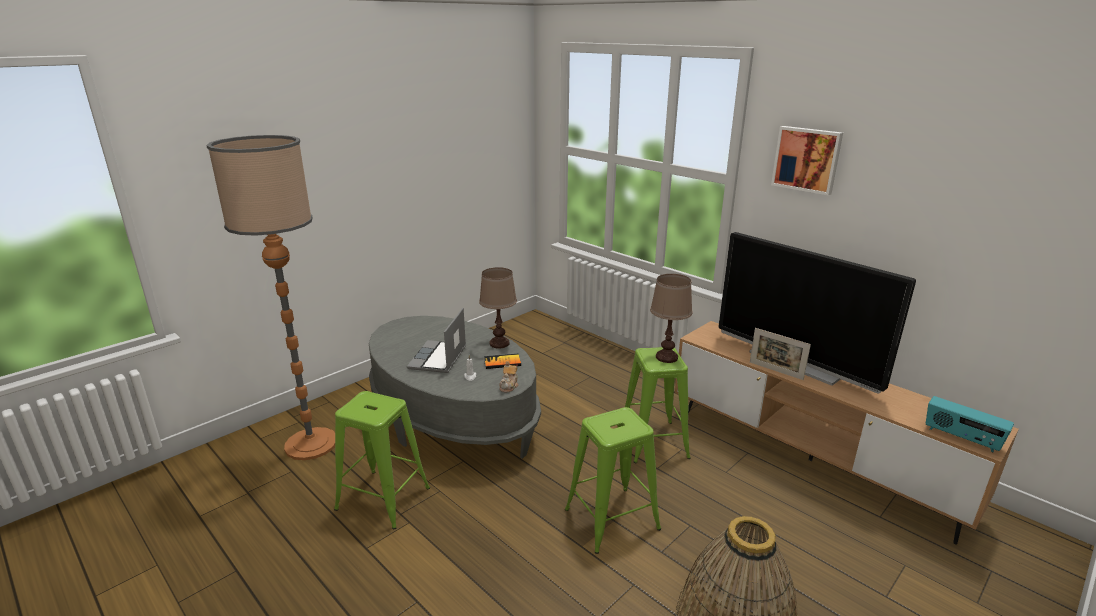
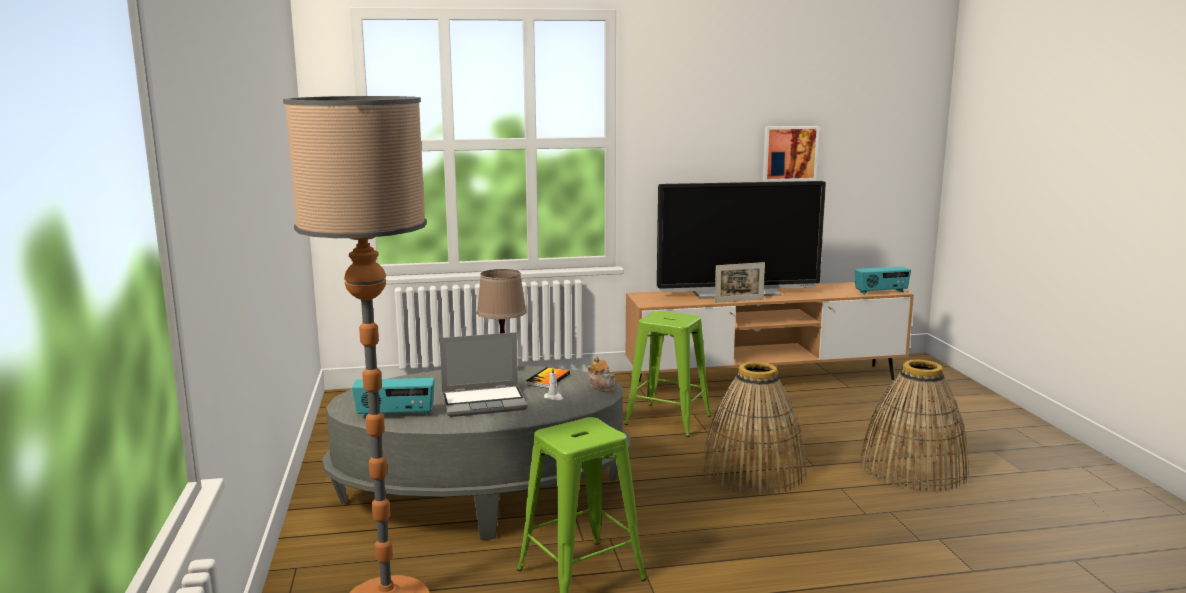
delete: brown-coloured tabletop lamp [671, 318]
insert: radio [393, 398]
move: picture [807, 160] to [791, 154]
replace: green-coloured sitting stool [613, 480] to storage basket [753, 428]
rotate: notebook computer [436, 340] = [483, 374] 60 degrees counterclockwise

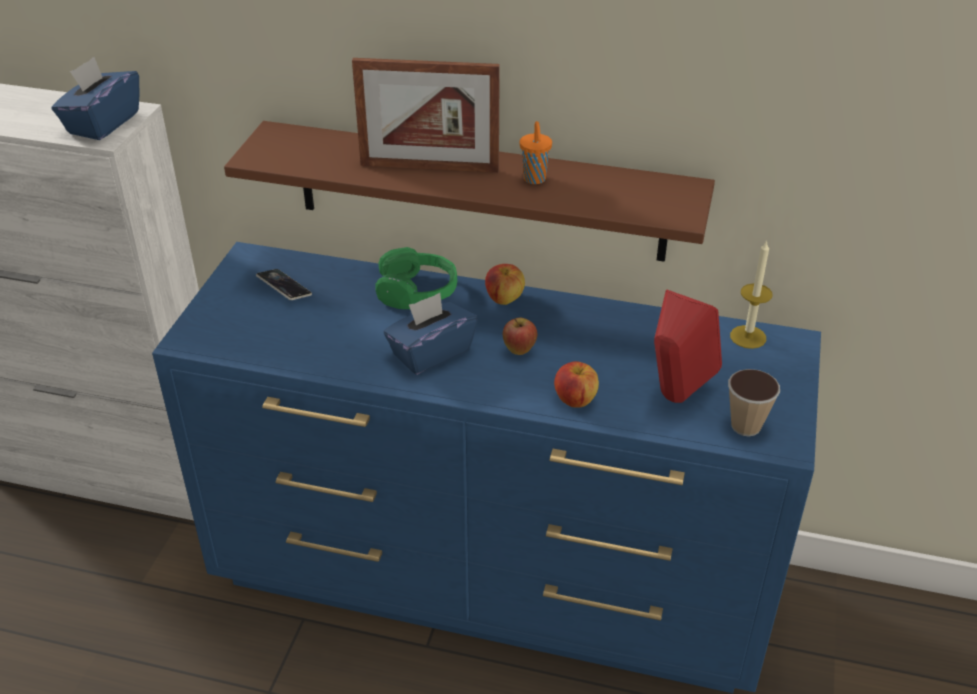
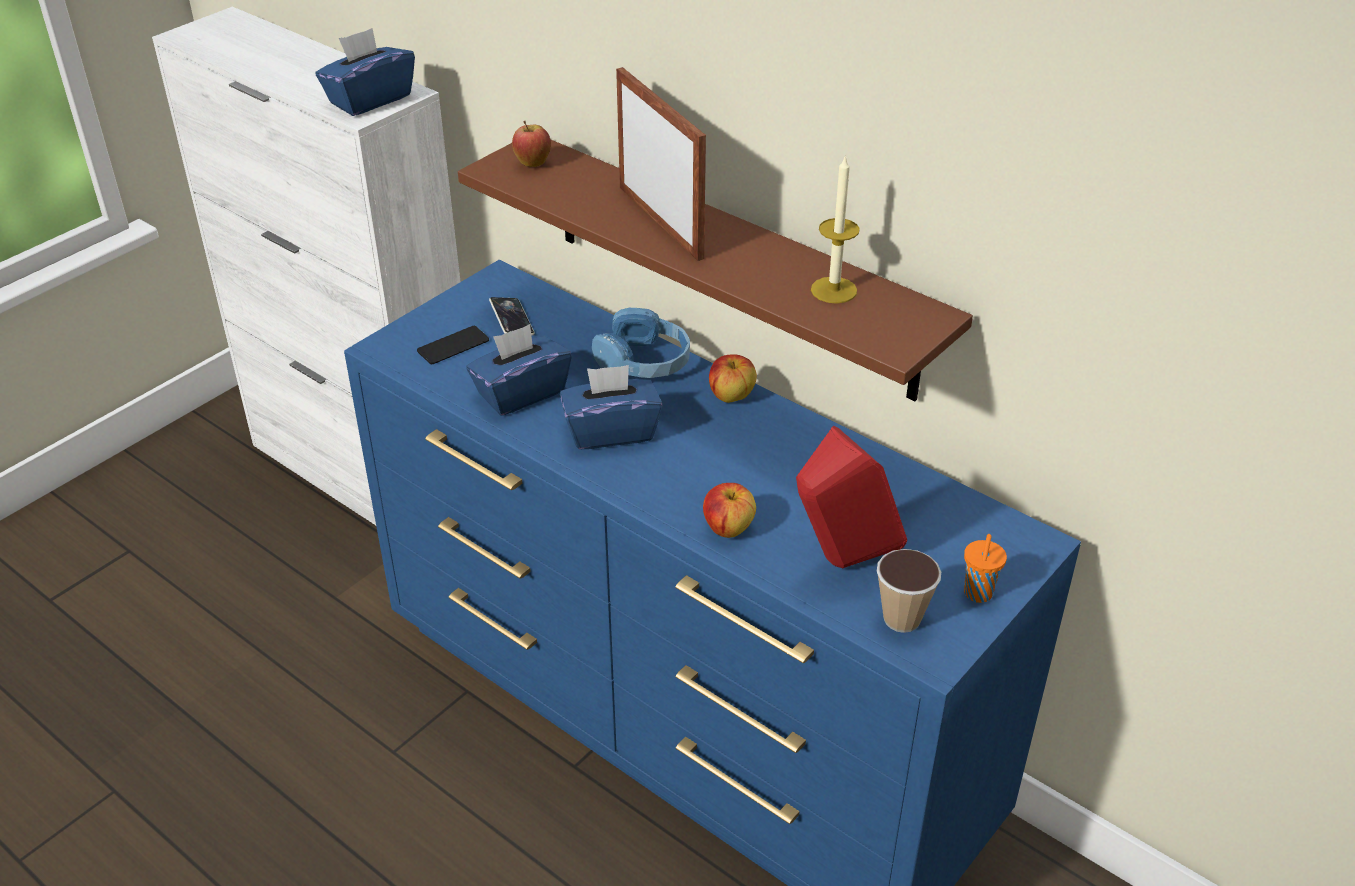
insert: phone [453, 345]; blue tissue holder [519, 370]
move: apple [520, 336] to [531, 144]; wax light [751, 294] to [835, 229]; orange drinking cup [536, 152] to [985, 568]
recolor: green-coloured headset [416, 278] to blue headset [641, 343]
rotate: photo frame [426, 115] = [661, 164] 150 degrees counterclockwise

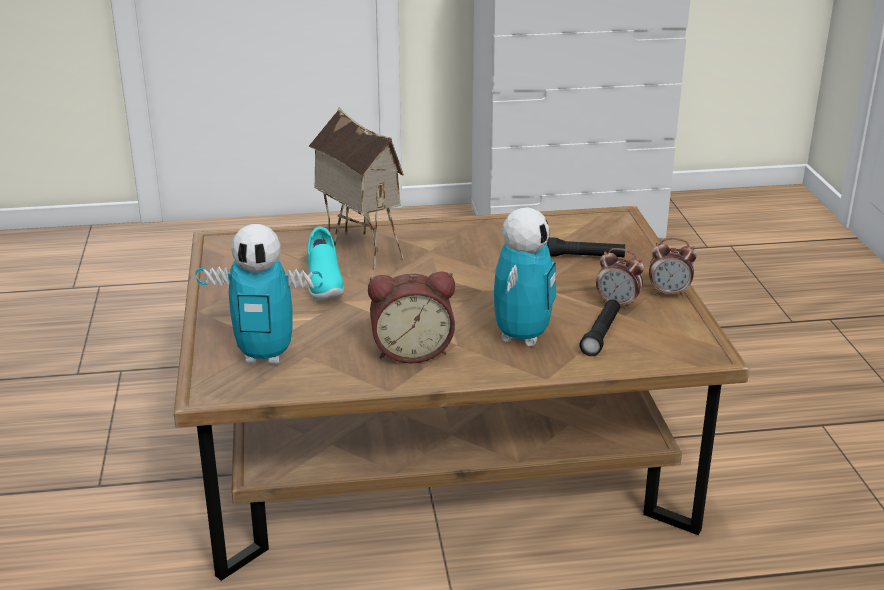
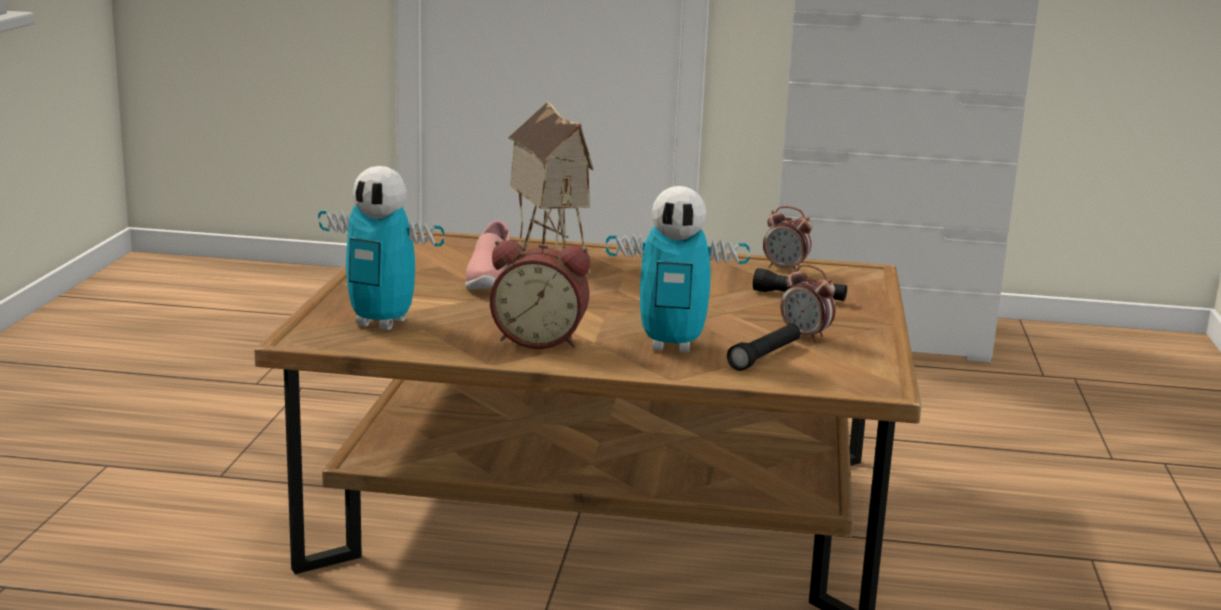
move: table clock [673, 267] to [787, 238]
recolor: turquoise-coloured low shoe [325, 263] to pink-coloured low shoe [487, 255]
rotate: model robot [525, 276] = [678, 269] 60 degrees clockwise

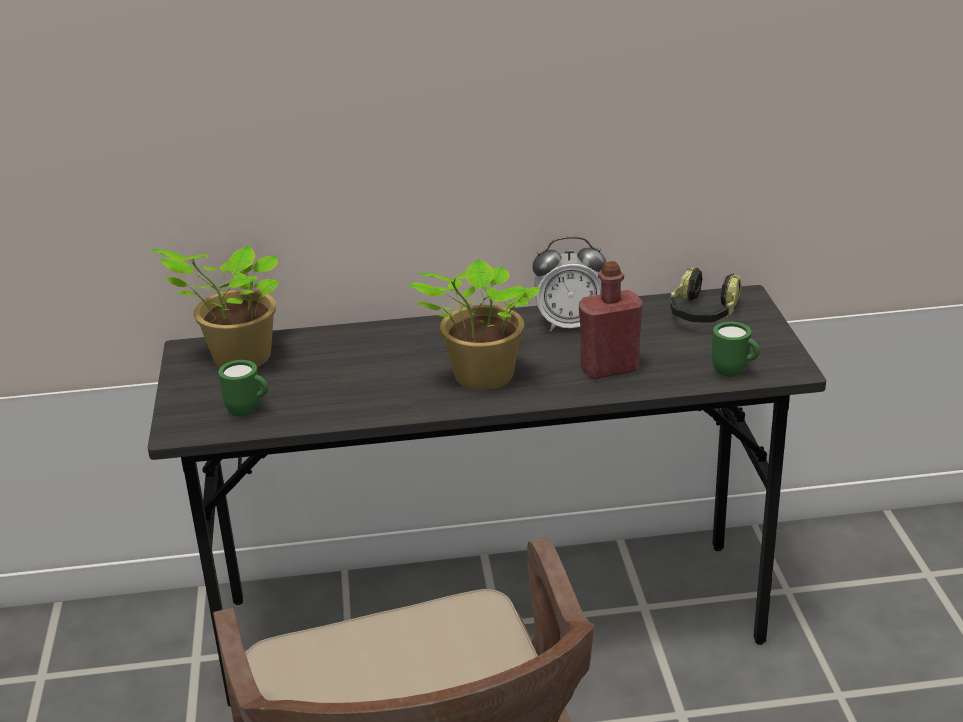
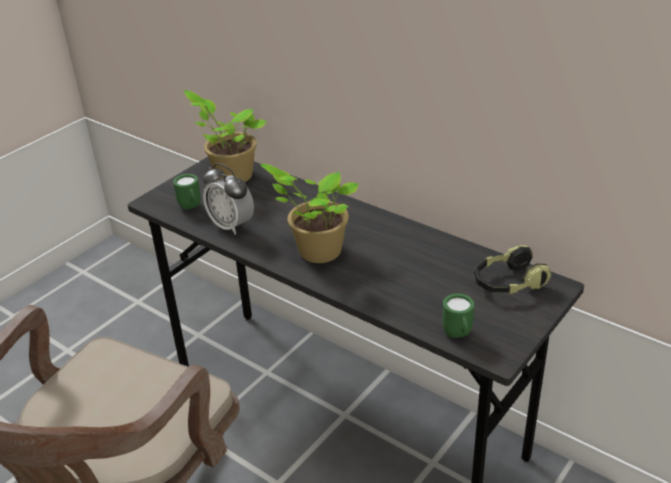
delete: red beverage bottle [610, 320]
move: table clock [569, 284] to [228, 199]

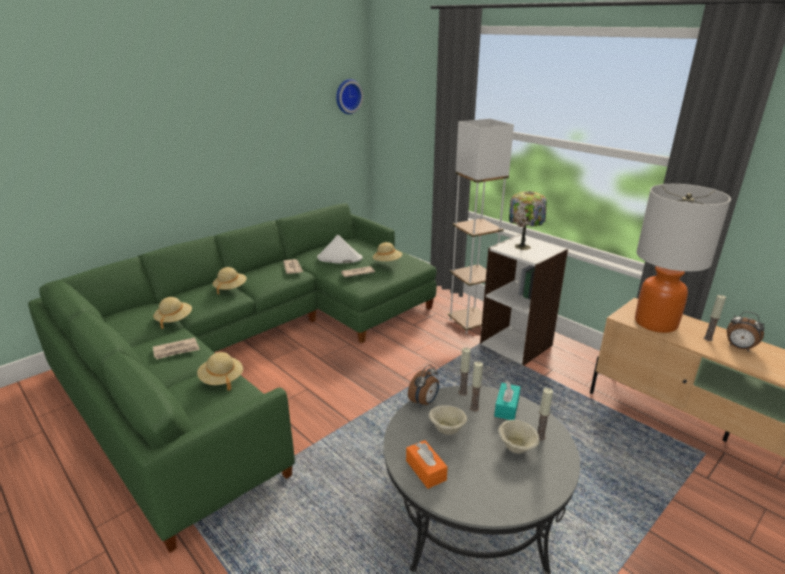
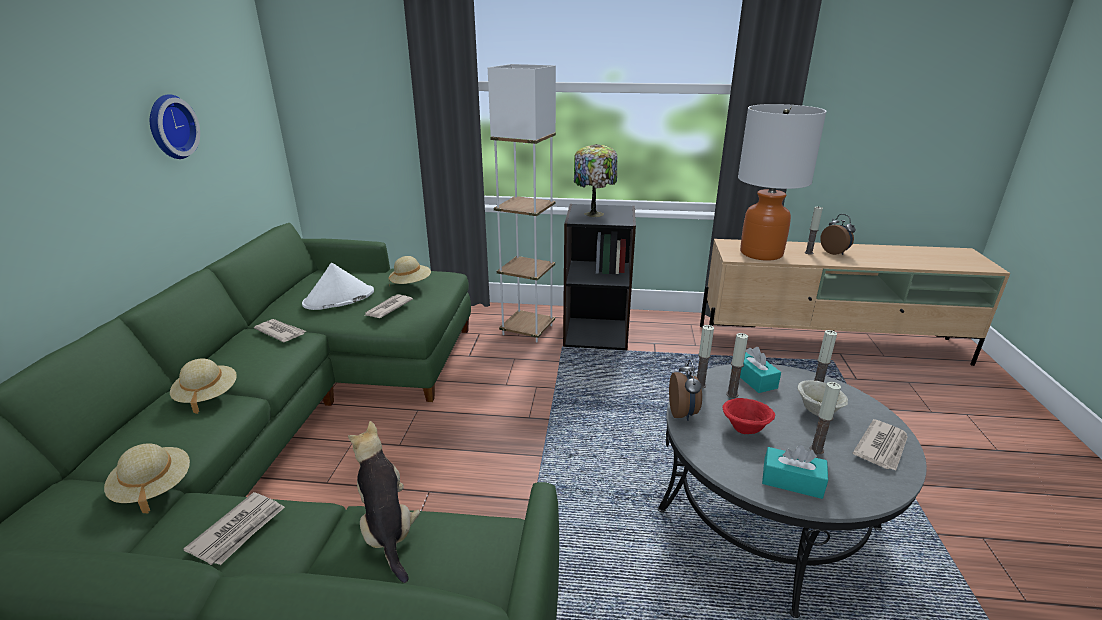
insert: wax light [825, 418]; newspaper [880, 445]
move: clock on the wall [349, 96] to [175, 126]
replace: sand-coloured hat [220, 371] to cuddly toy [384, 502]
recolor: white shelving unit [524, 299] to black shelving unit [599, 277]; sand-coloured bowl [448, 420] to red bowl [748, 416]; orange tissue holder [427, 464] to turquoise-coloured tissue holder [795, 472]
rotate: table clock [745, 331] = [838, 234] 120 degrees counterclockwise

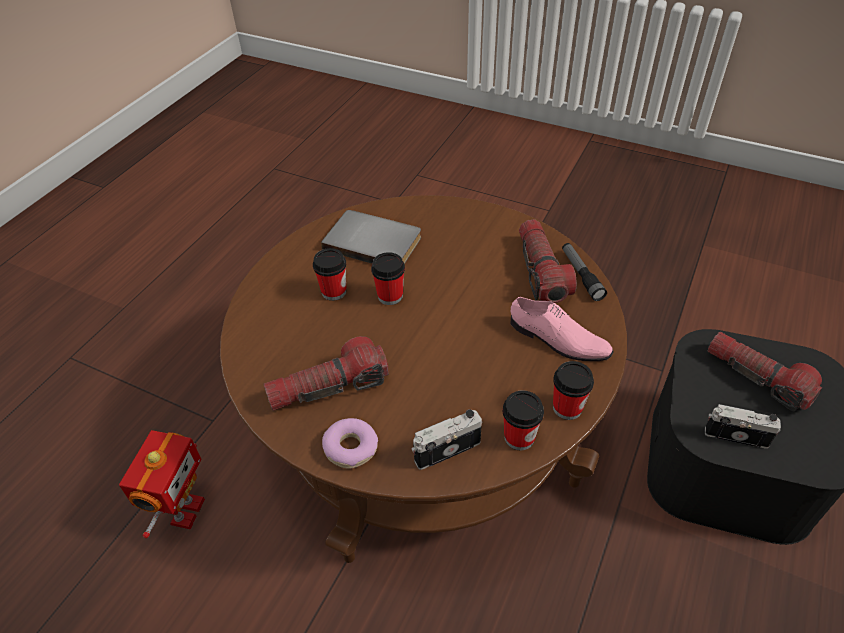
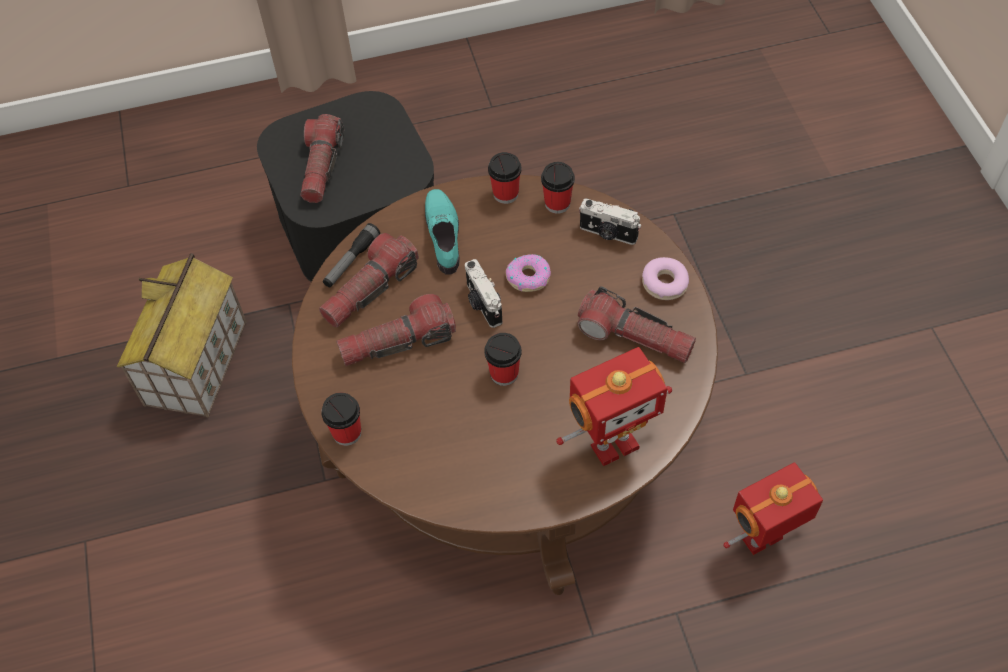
delete: gray volume [371, 237]
insert: miniature house [182, 335]; flashlight [396, 330]; doughnut [528, 273]; model robot [614, 406]
move: drinking cup [329, 274] to [341, 419]; photo camera [743, 426] to [483, 293]
recolor: pink-coloured low shoe [562, 329] to turquoise-coloured low shoe [442, 232]

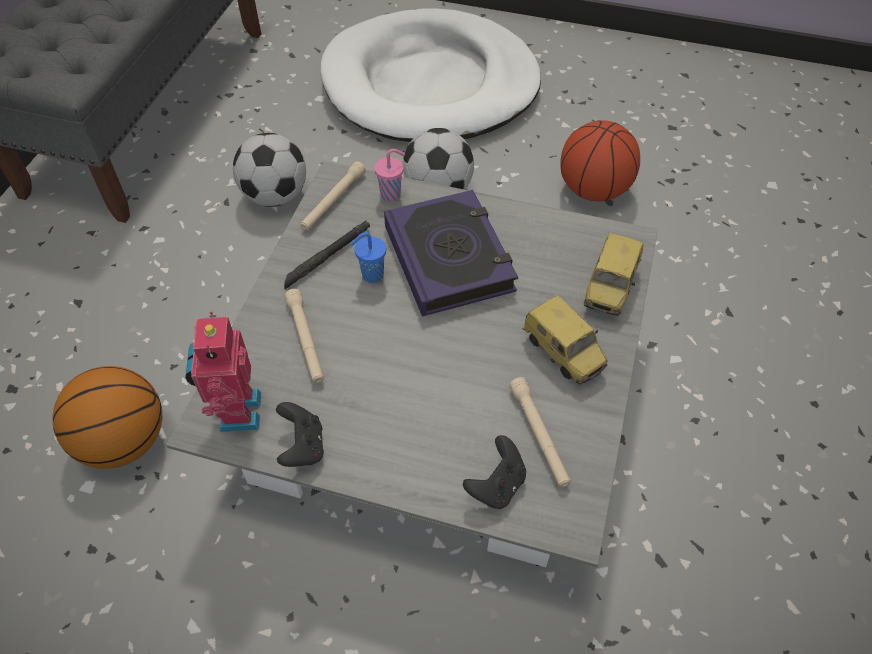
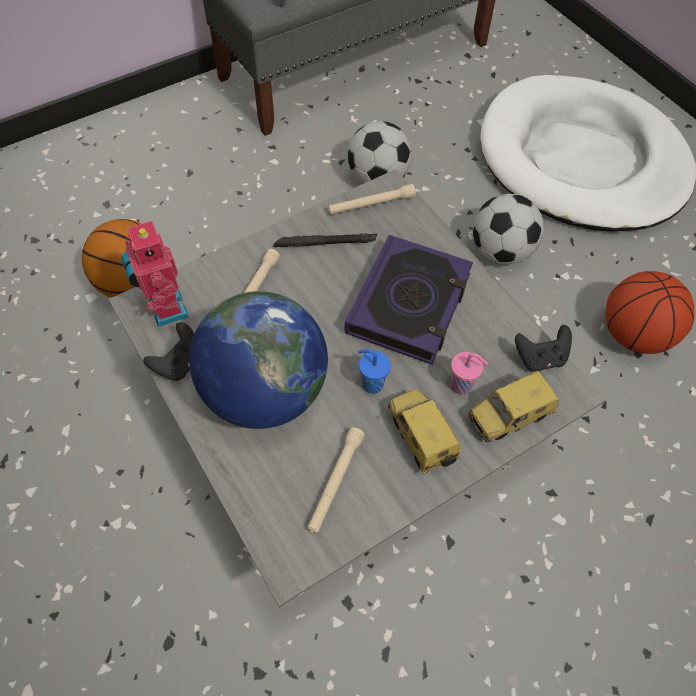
insert: world globe [258, 360]
move: blue drinking cup [368, 257] to [374, 371]; pink-coloured drinking cup [389, 175] to [469, 373]; black game controller [494, 472] to [543, 348]
rotate: model robot [223, 371] = [155, 273] 60 degrees counterclockwise; toy car [564, 339] = [424, 431] 150 degrees clockwise

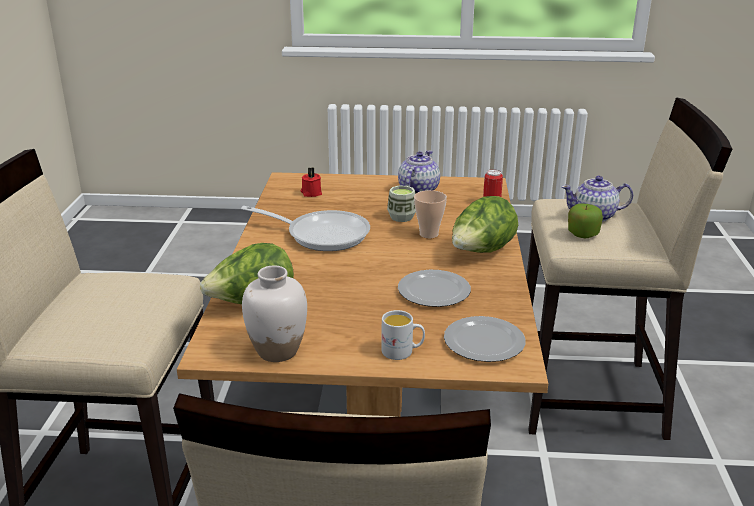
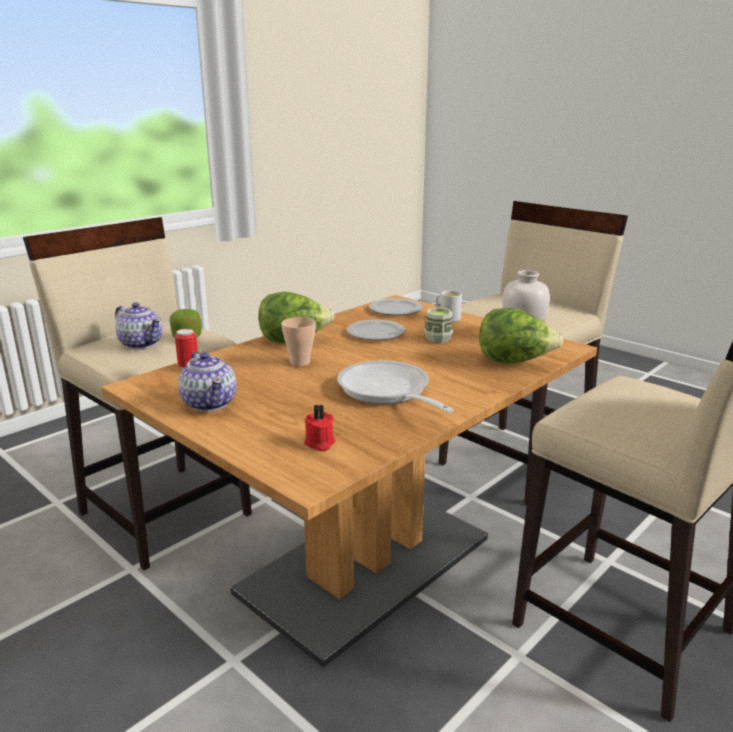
move: drinking cup [401, 204] to [438, 325]
rotate: pot for tea [419, 172] = [207, 382] 90 degrees counterclockwise

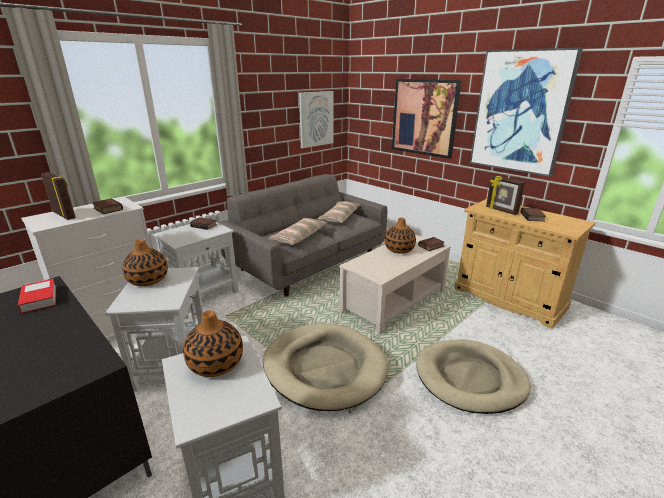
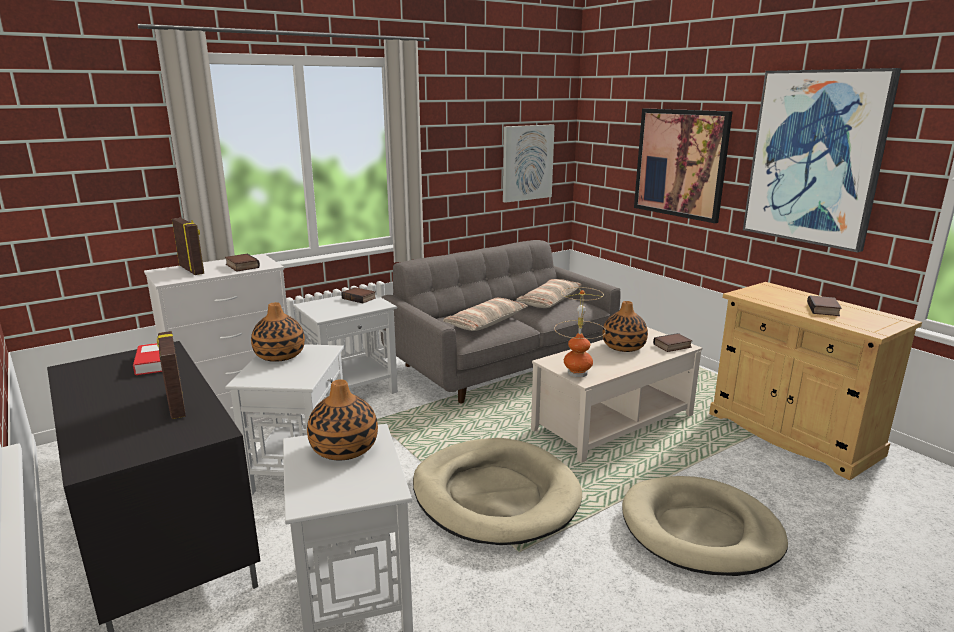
insert: tabletop lamp [580, 332]
move: photo frame [505, 195] to [171, 375]

